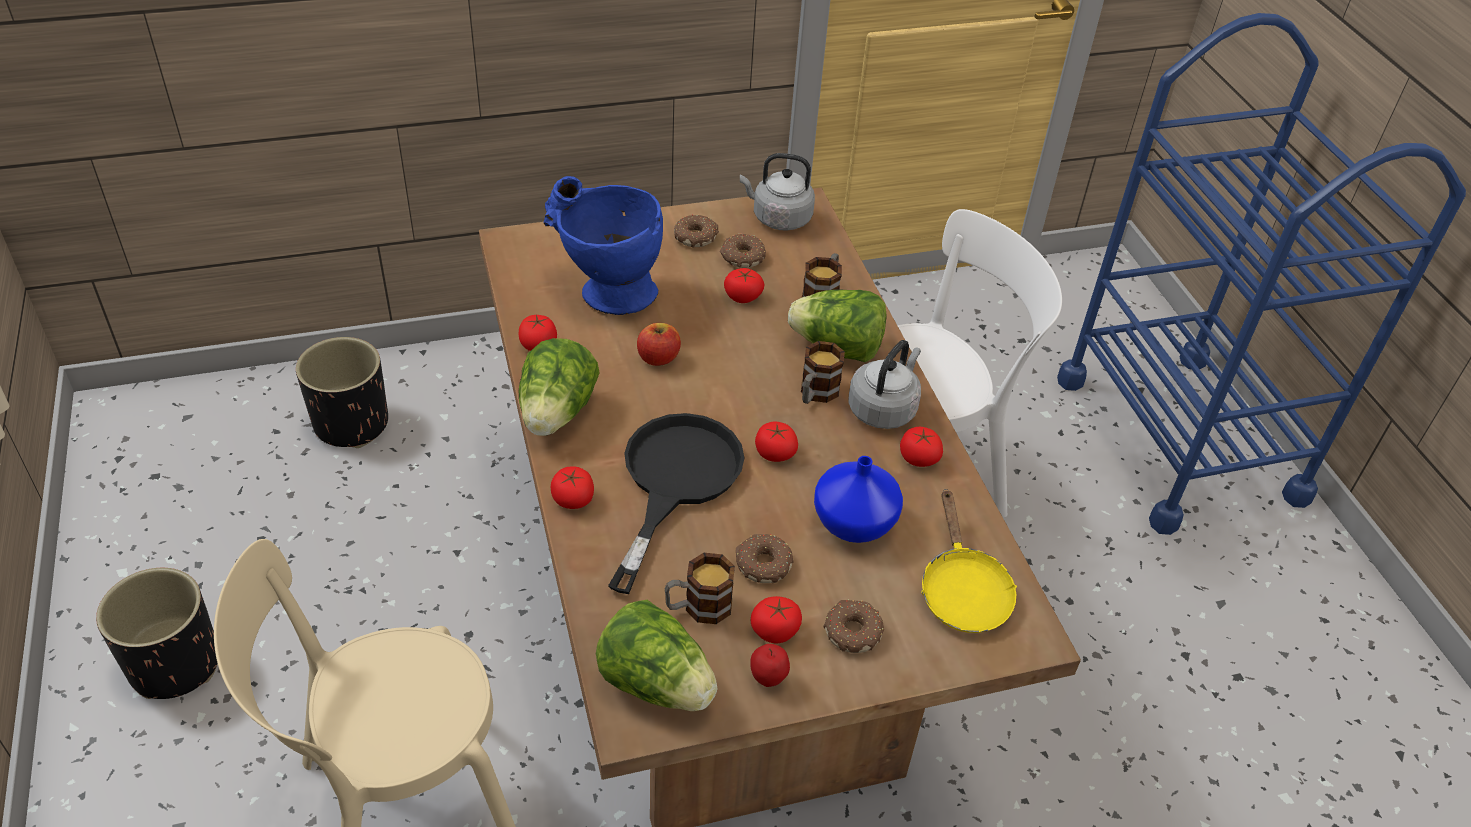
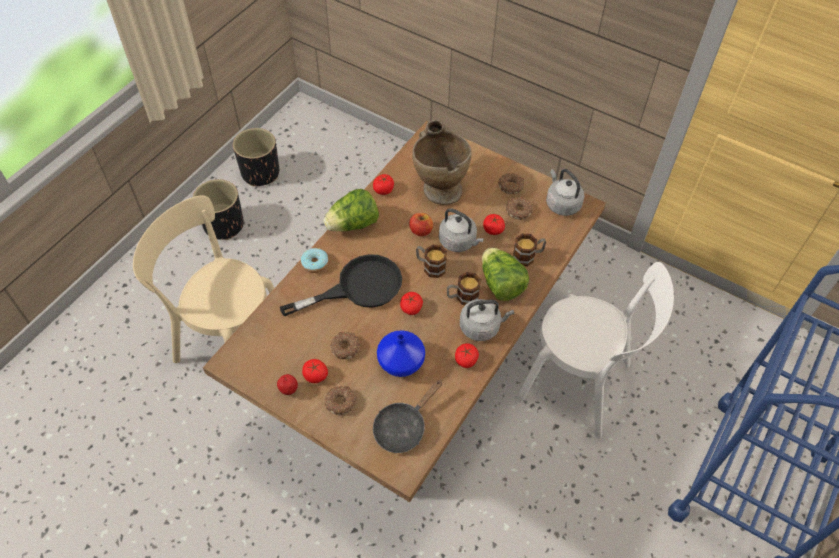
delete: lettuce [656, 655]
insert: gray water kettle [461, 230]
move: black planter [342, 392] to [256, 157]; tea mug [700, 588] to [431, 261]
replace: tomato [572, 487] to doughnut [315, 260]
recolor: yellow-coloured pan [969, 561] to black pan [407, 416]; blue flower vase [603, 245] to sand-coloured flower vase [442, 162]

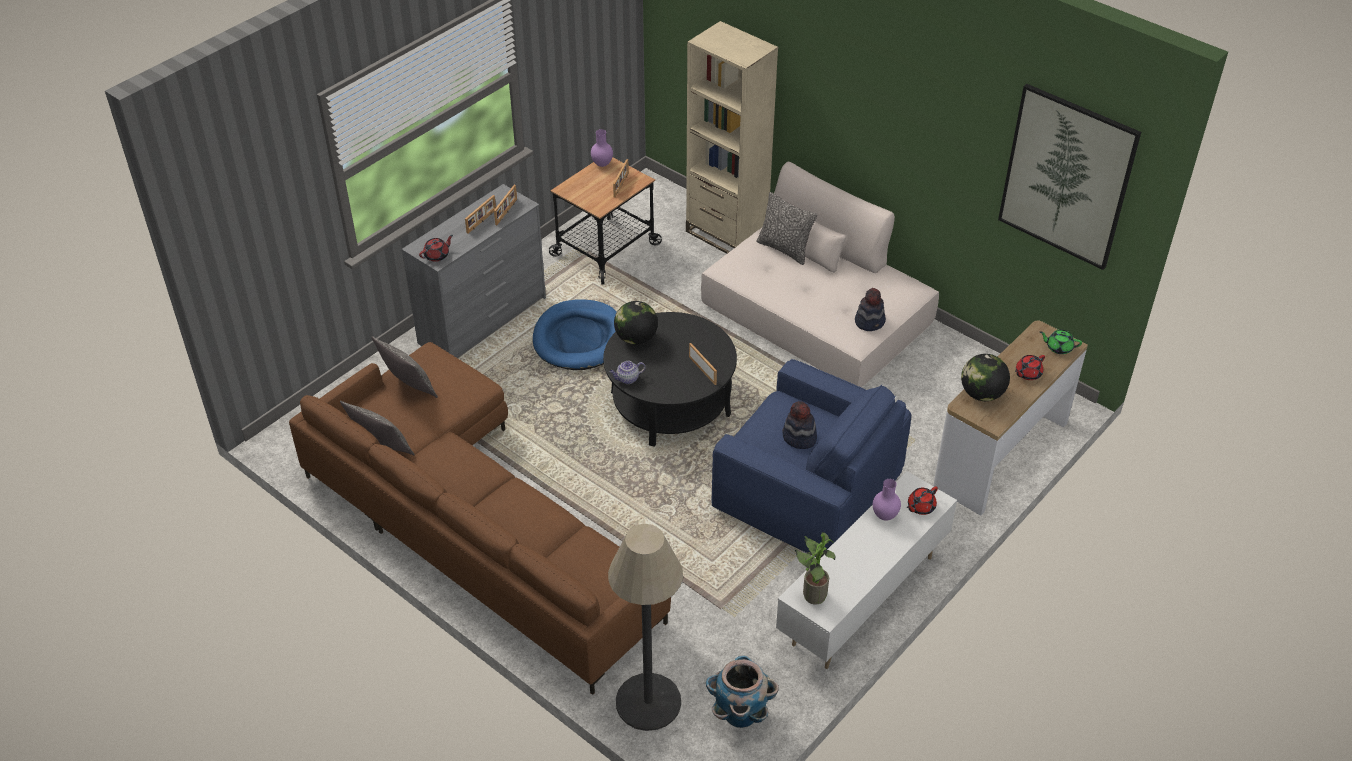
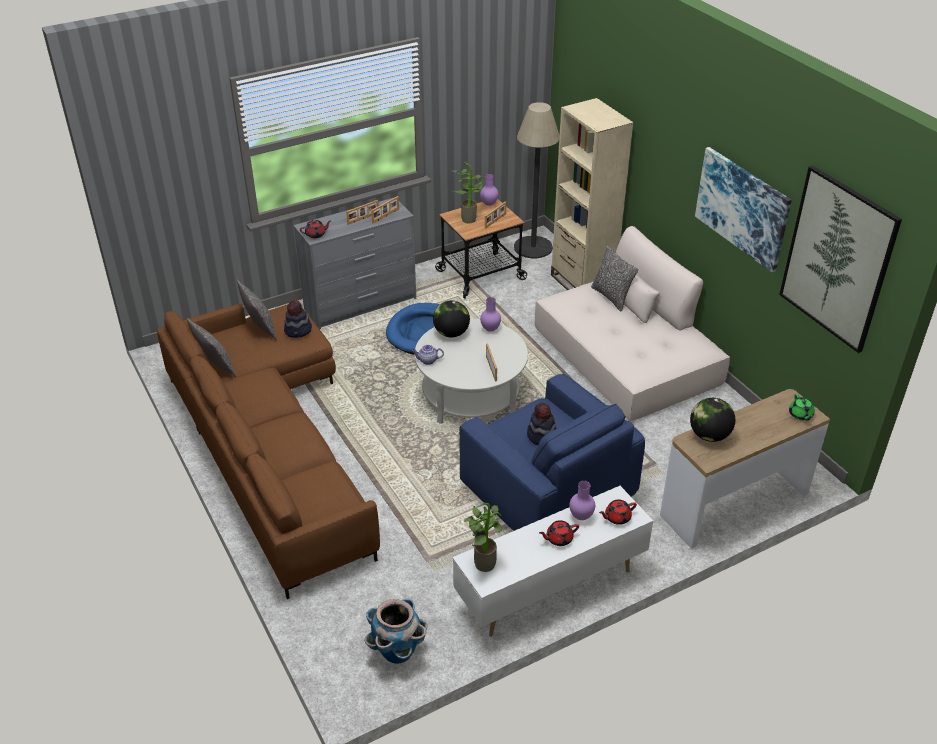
insert: houseplant [468, 193]; purplish flower vase [490, 314]; picture [743, 209]
move: hat [870, 309] to [298, 319]; floor lamp [645, 627] to [537, 180]; red pot for tea [1030, 367] to [559, 533]
recolor: black coffee table [670, 379] to white coffee table [471, 371]
rotate: green-coloured pot for tea [1061, 341] = [802, 407] 135 degrees counterclockwise

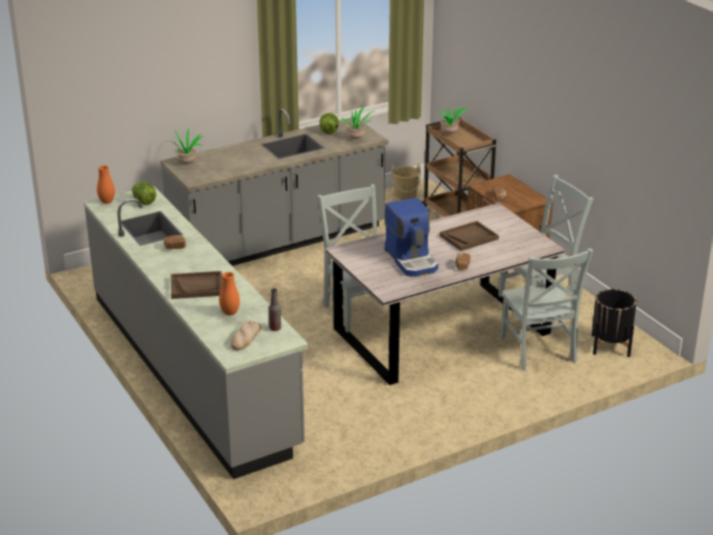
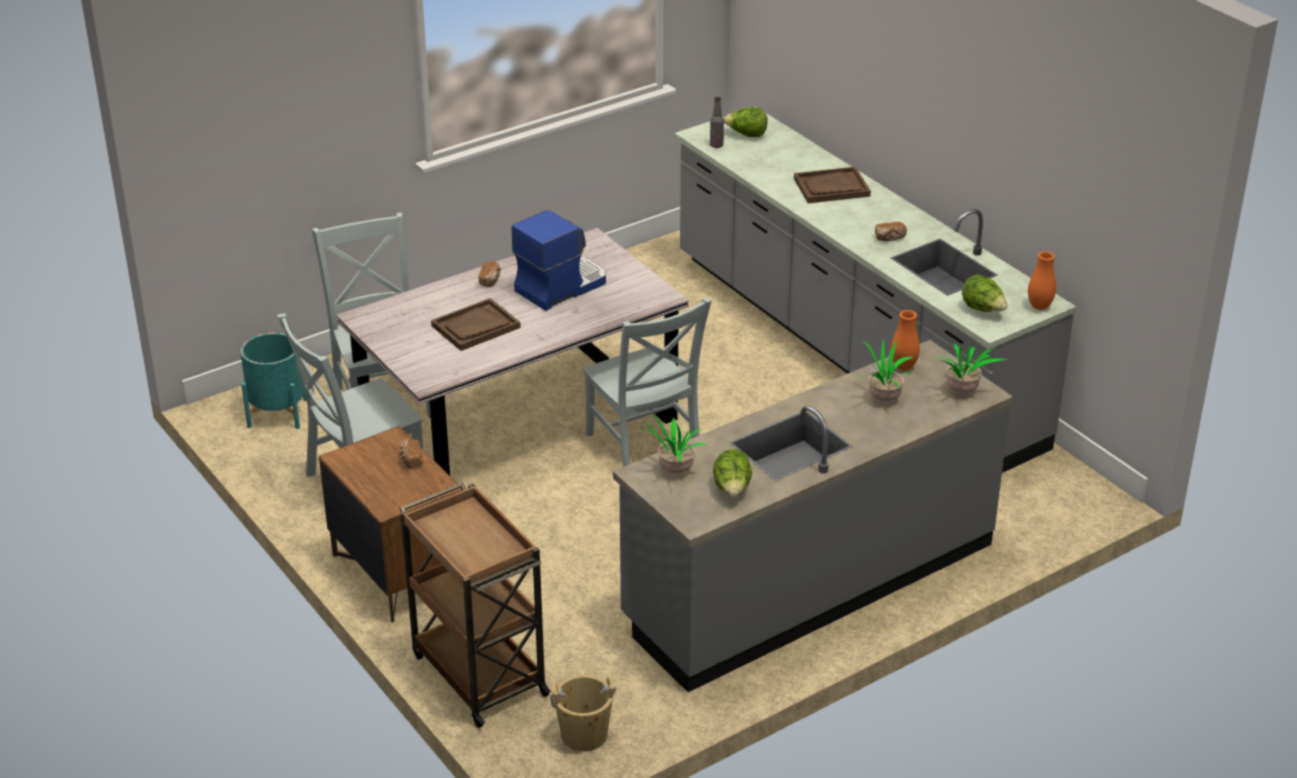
move: houseplant [453, 120] to [885, 370]; orange flower vase [229, 293] to [905, 340]
replace: baked bread [246, 335] to lettuce [746, 122]
recolor: black planter [614, 323] to turquoise-coloured planter [273, 381]
rotate: coffee brewer [411, 237] = [558, 260] 75 degrees clockwise

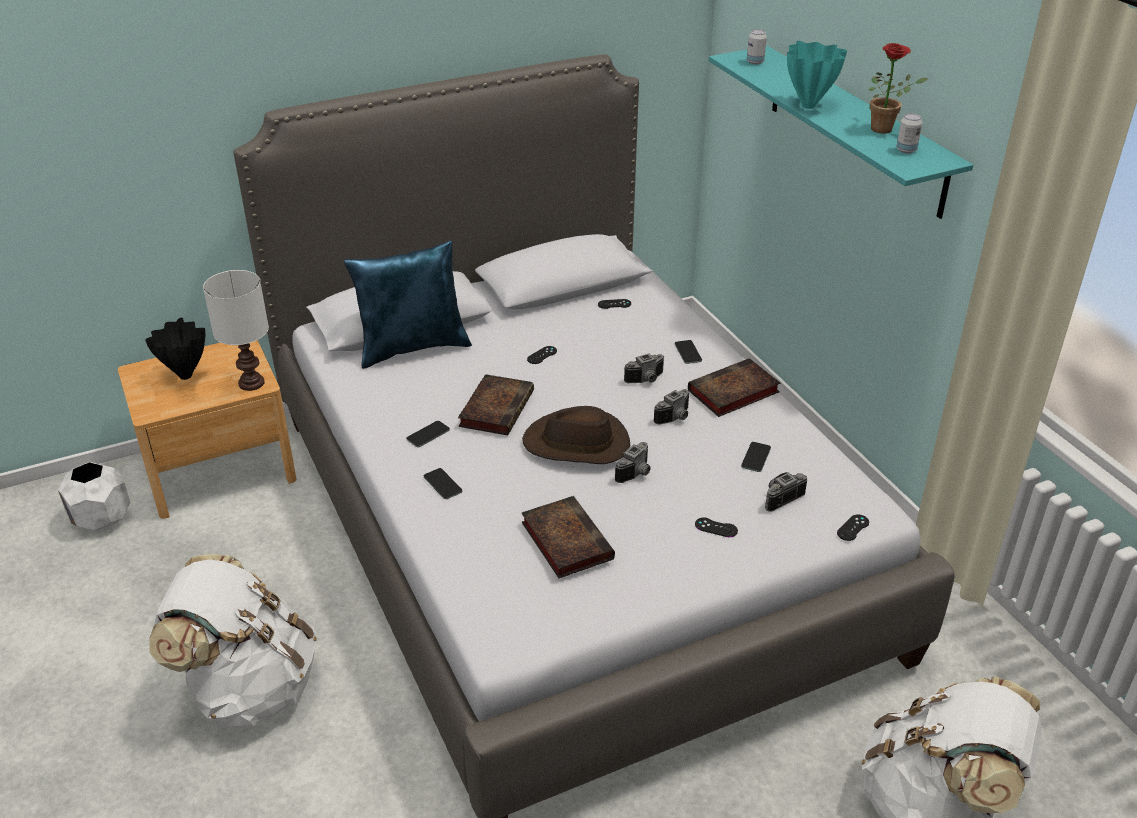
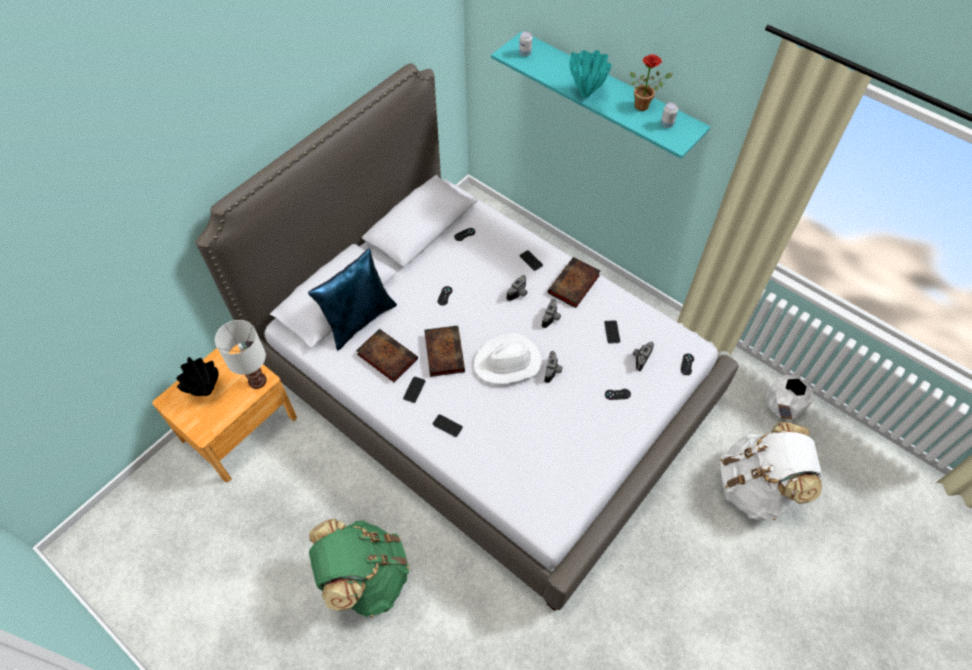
move: volume [568, 537] to [387, 356]; white planter [94, 496] to [789, 397]
recolor: white backpack [233, 640] to green-coloured backpack [359, 567]; brown-coloured hat [576, 435] to white hat [508, 358]

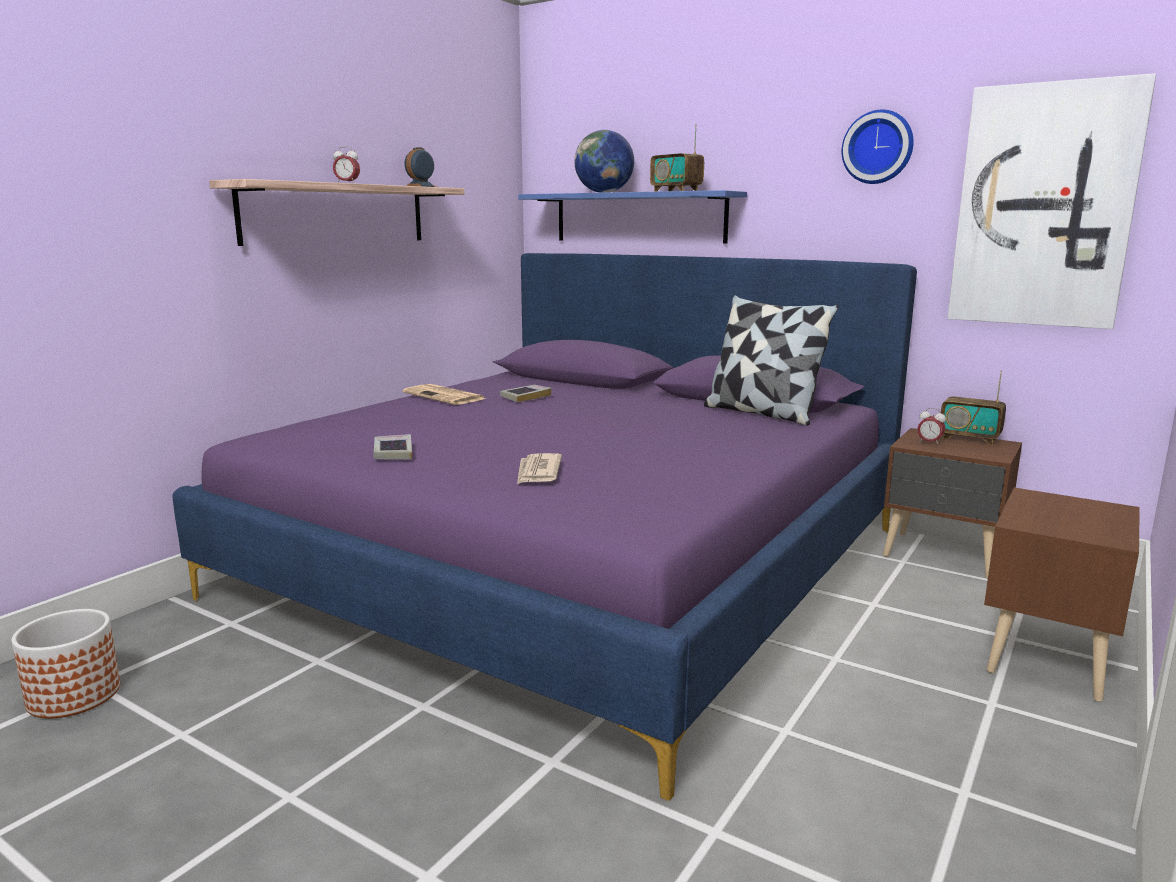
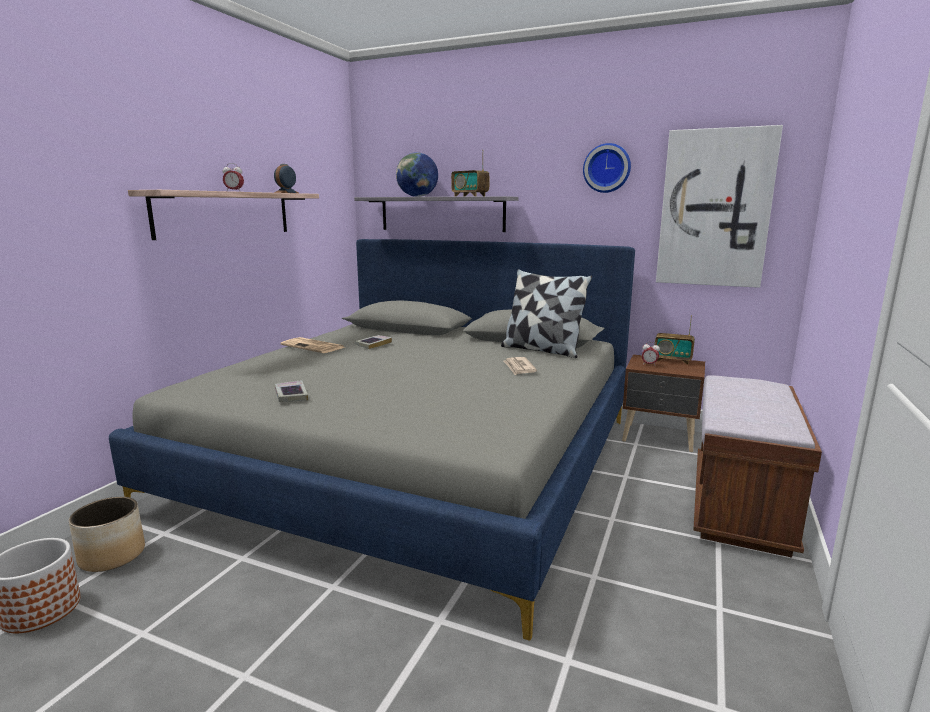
insert: planter [107, 534]
move: newspaper [539, 468] to [520, 366]
replace: brown-coloured bedside table [1062, 595] to brown-coloured long seat [757, 466]
recolor: purplish bed [544, 527] to gray bed [372, 440]; blue shelf [632, 216] to gray shelf [436, 214]

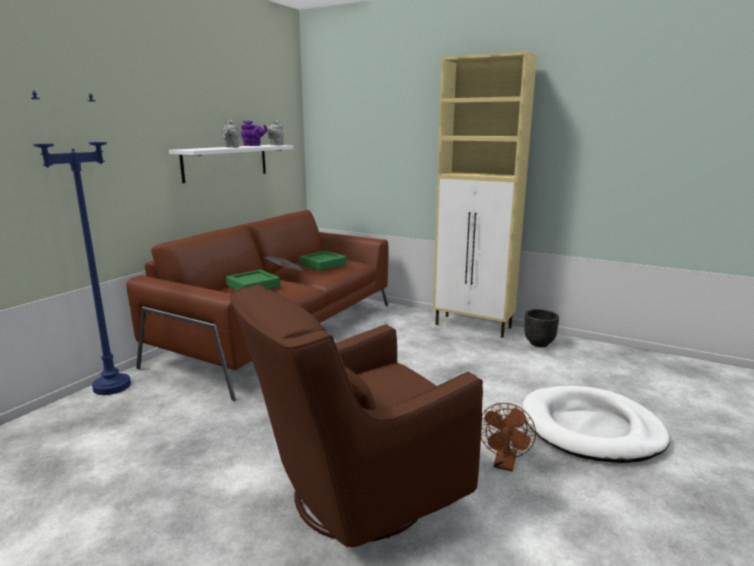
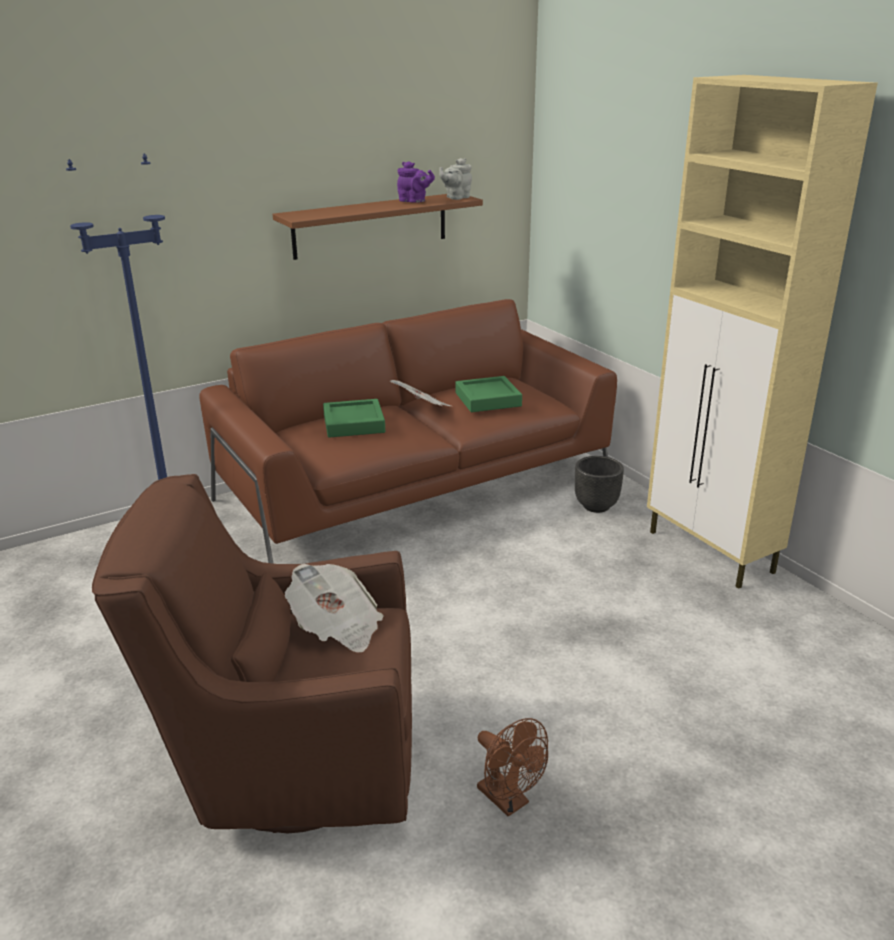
delete: gray pot for tea [230, 134]; white dog bed [596, 424]
insert: newspaper [334, 608]
move: black planter [541, 328] to [599, 484]
recolor: white shelf [231, 164] to brown-coloured shelf [378, 227]
rotate: brown-coloured electric fan [508, 437] = [512, 767] 90 degrees counterclockwise

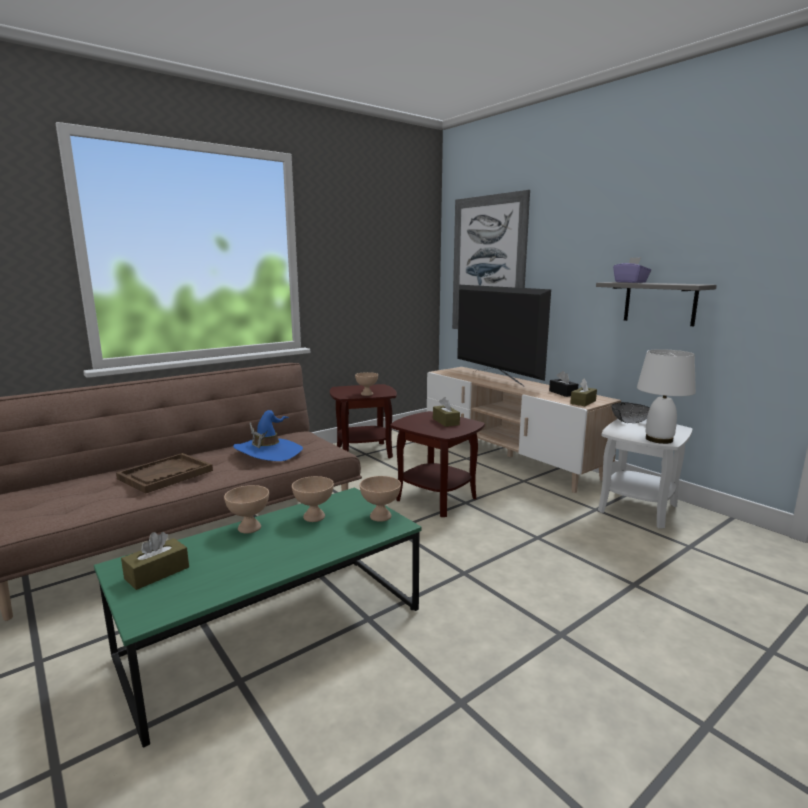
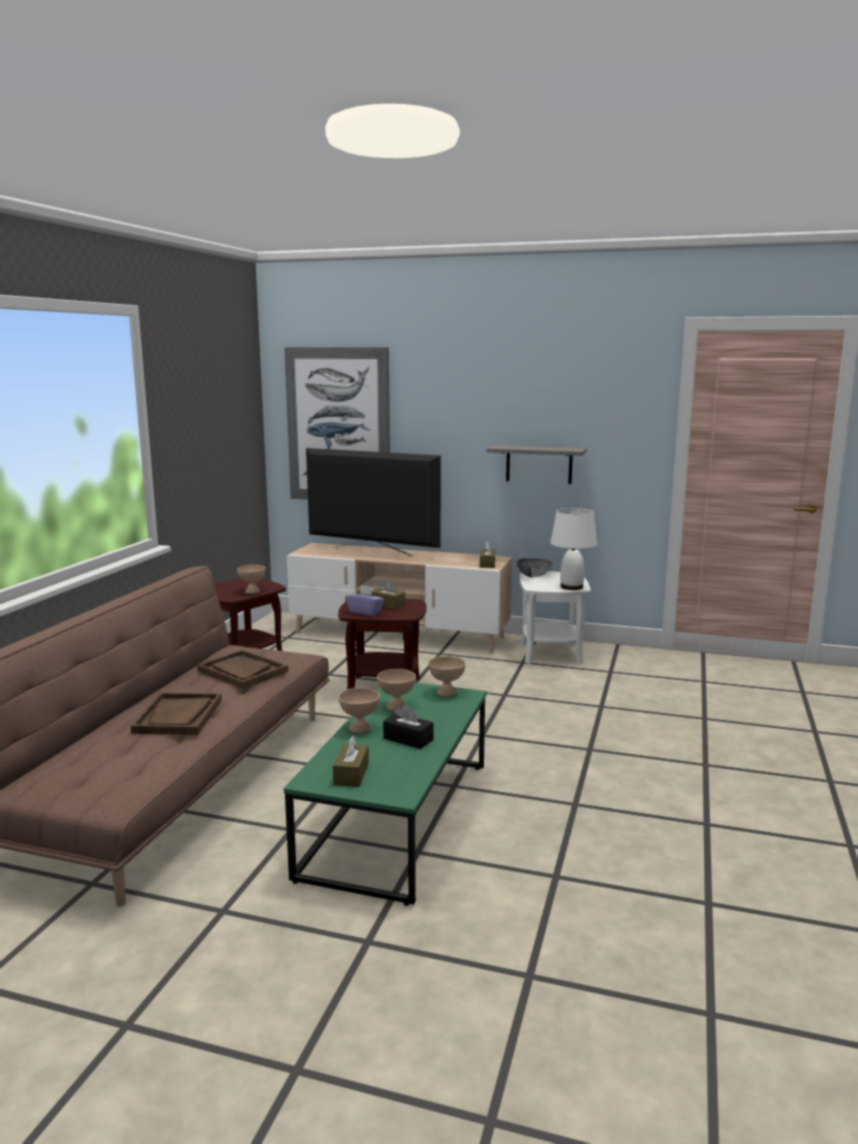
move: purplish tissue holder [632, 270] to [365, 600]; black tissue holder [563, 384] to [408, 726]
replace: blue hat [268, 435] to brown-coloured serving tray [242, 669]

